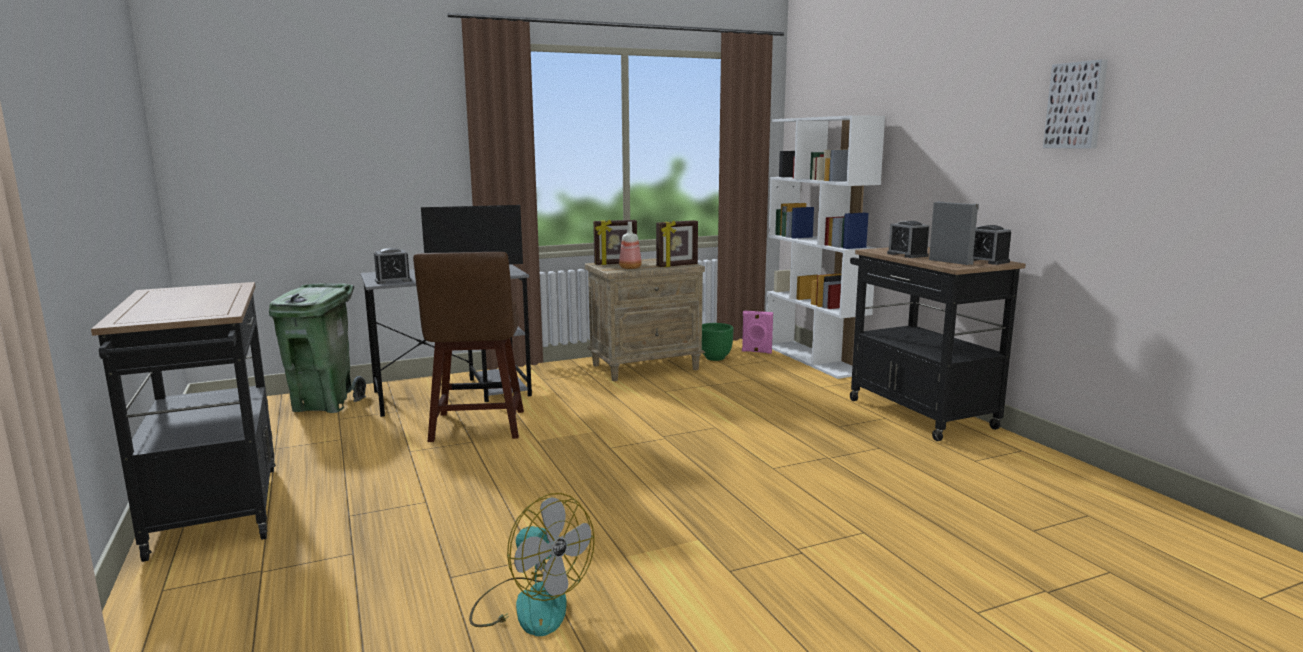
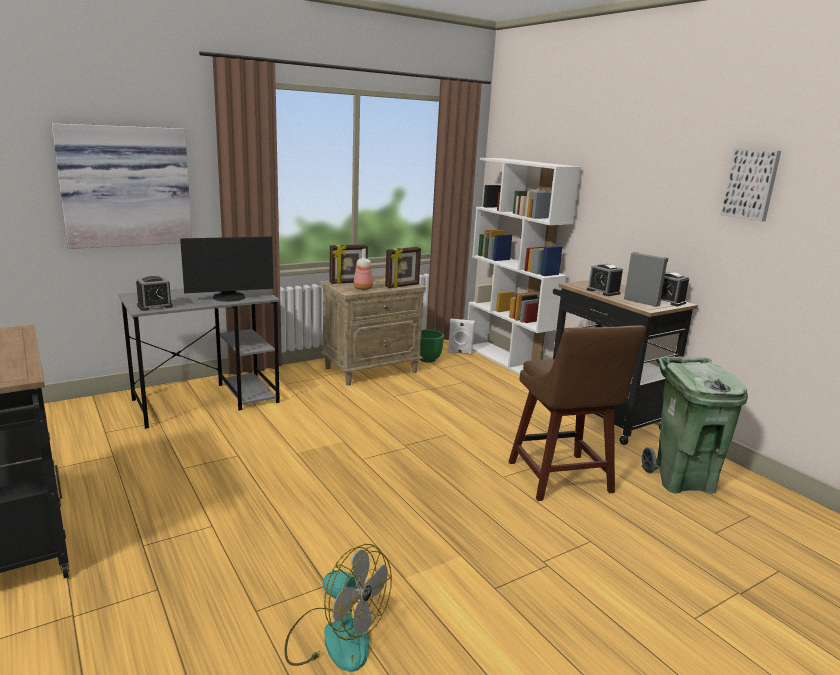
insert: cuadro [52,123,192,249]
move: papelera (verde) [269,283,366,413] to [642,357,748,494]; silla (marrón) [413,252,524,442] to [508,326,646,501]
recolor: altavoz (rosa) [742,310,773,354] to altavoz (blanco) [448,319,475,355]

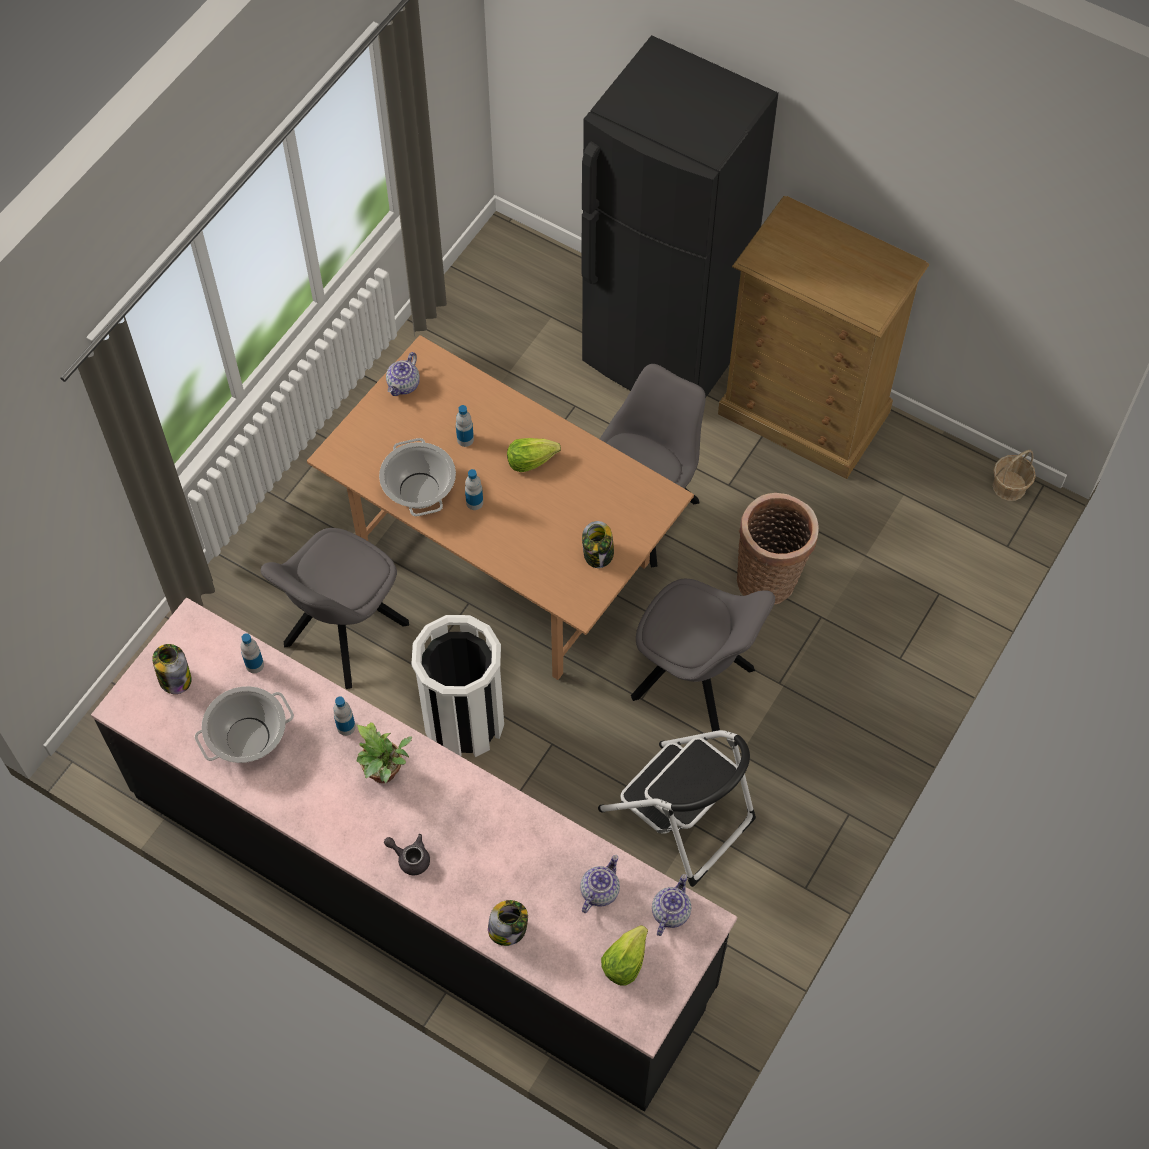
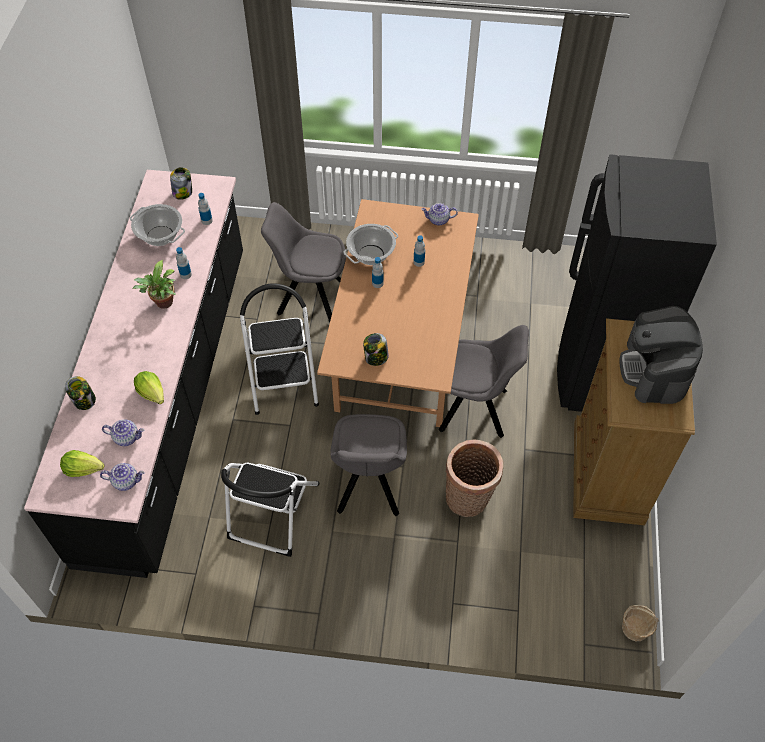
delete: tetera (gris) [384,834,430,875]
insert: cafetera [619,306,703,404]
move: lechuga [507,438,561,472] to [134,371,164,404]
replace: papelera (blanco) [412,615,504,757] to escalera de tijera [240,283,319,415]

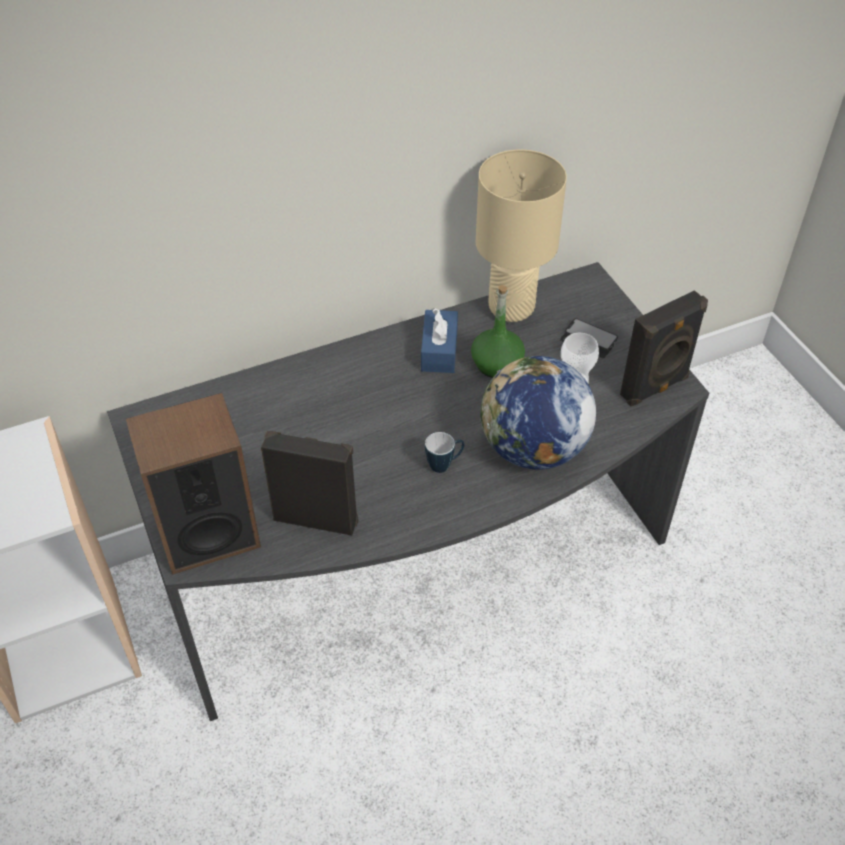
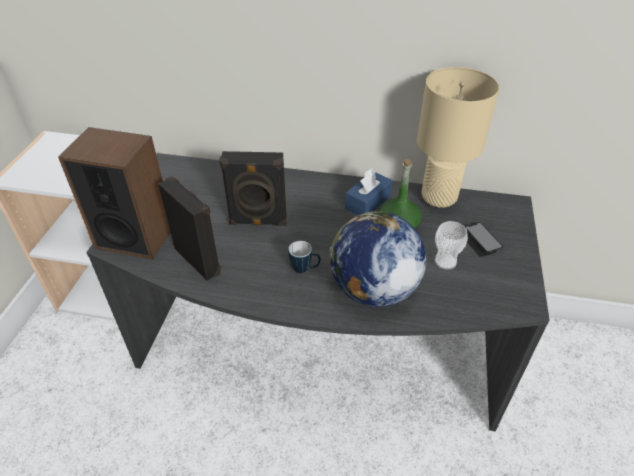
move: altavoz (negro) [620,290,708,406] to [219,151,287,226]

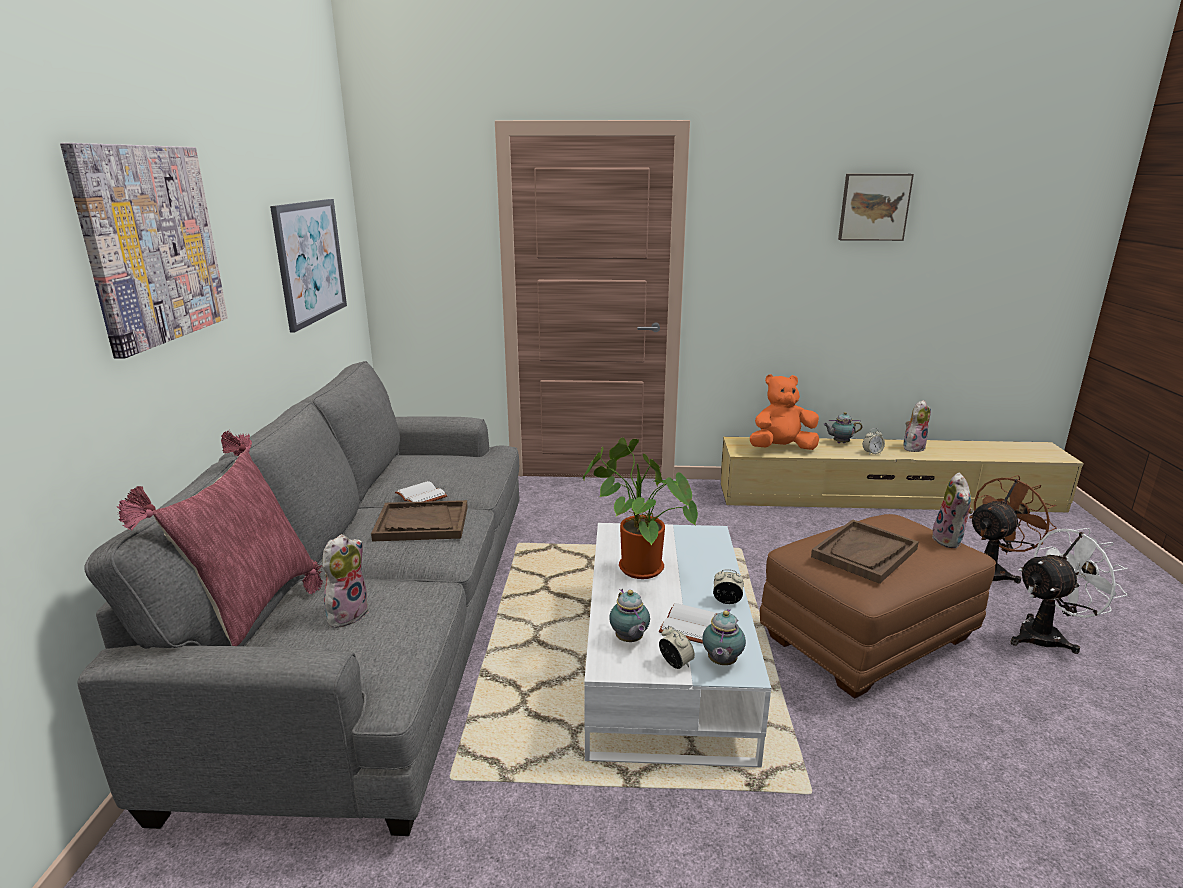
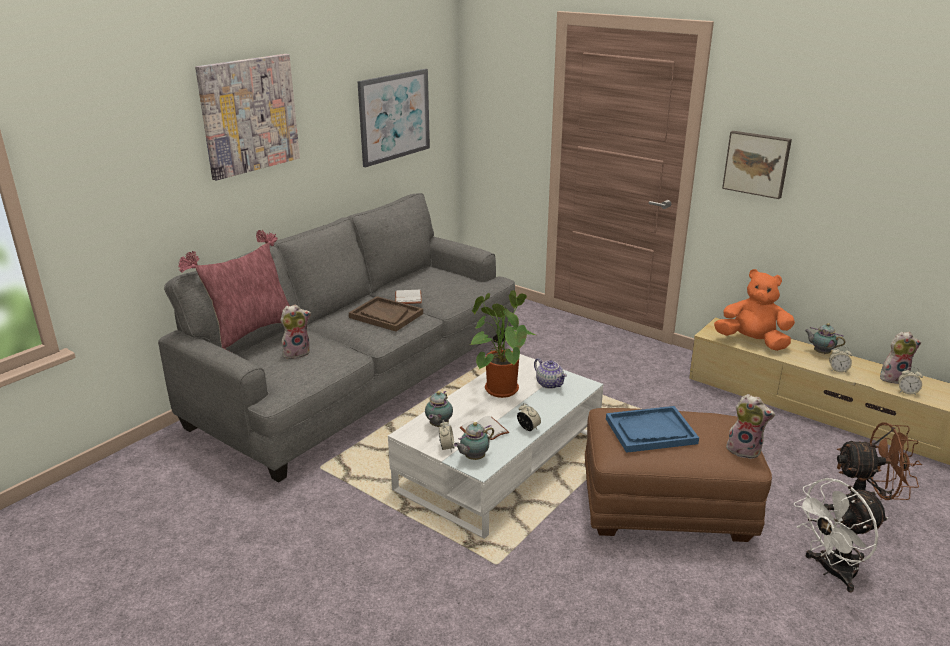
insert: tetera [534,358,567,389]; despertador [898,367,923,395]
move: cuadro [838,174,914,241] to [722,131,792,199]
recolor: bandeja (marrón) [811,519,919,584] to bandeja (azul) [606,406,699,453]
rotate: peluche [932,473,973,548] = [726,394,775,459] 105 degrees counterclockwise; ventilador (blanco) [1010,528,1128,654] = [794,478,888,593] 135 degrees clockwise

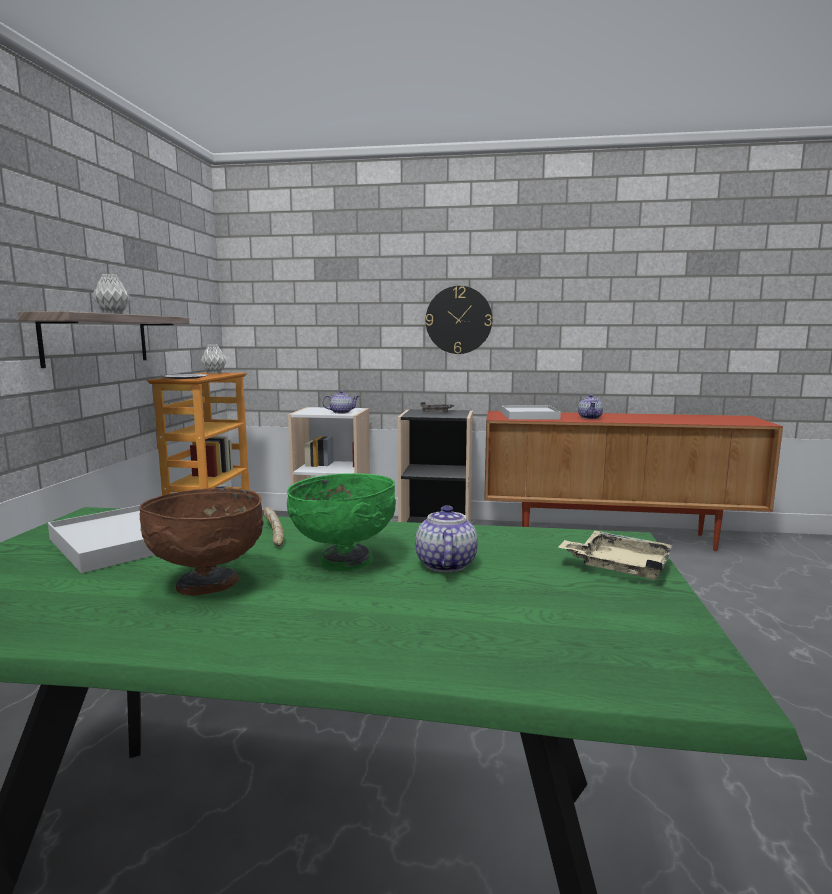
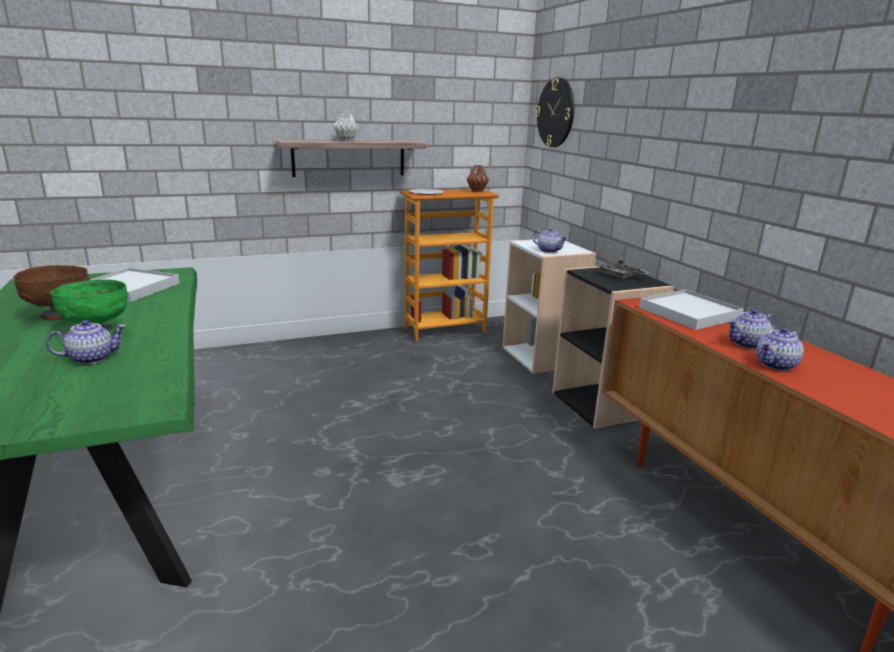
delete: pan [263,507,284,547]; bandeja (beis) [558,531,672,580]
insert: tetera [756,327,804,371]
move: reloj de pared [426,286,492,354] to [535,77,574,147]
recolor: florero (gris) [200,345,227,374] to florero (marrón) [467,165,489,192]

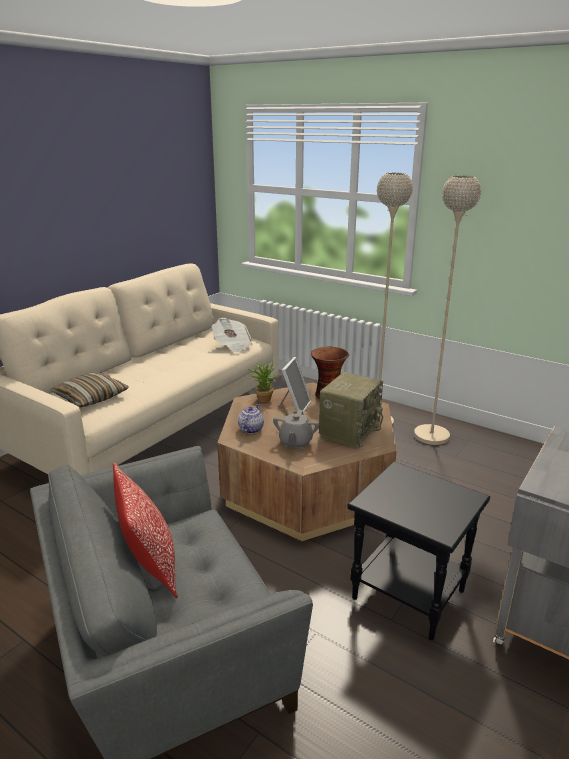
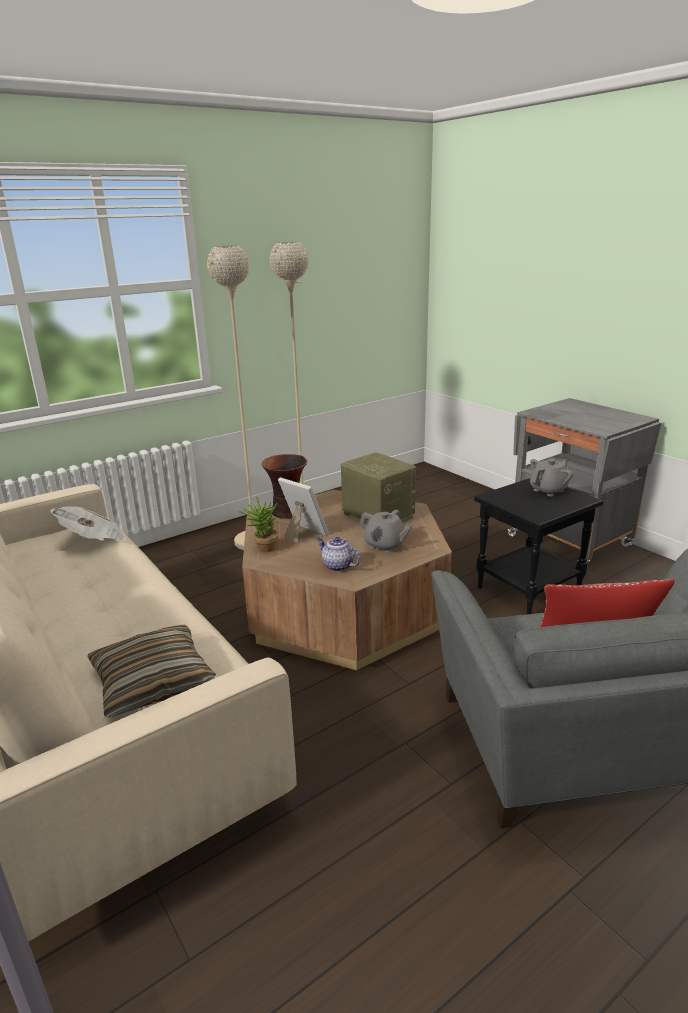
insert: tetera (gris) [530,459,573,496]

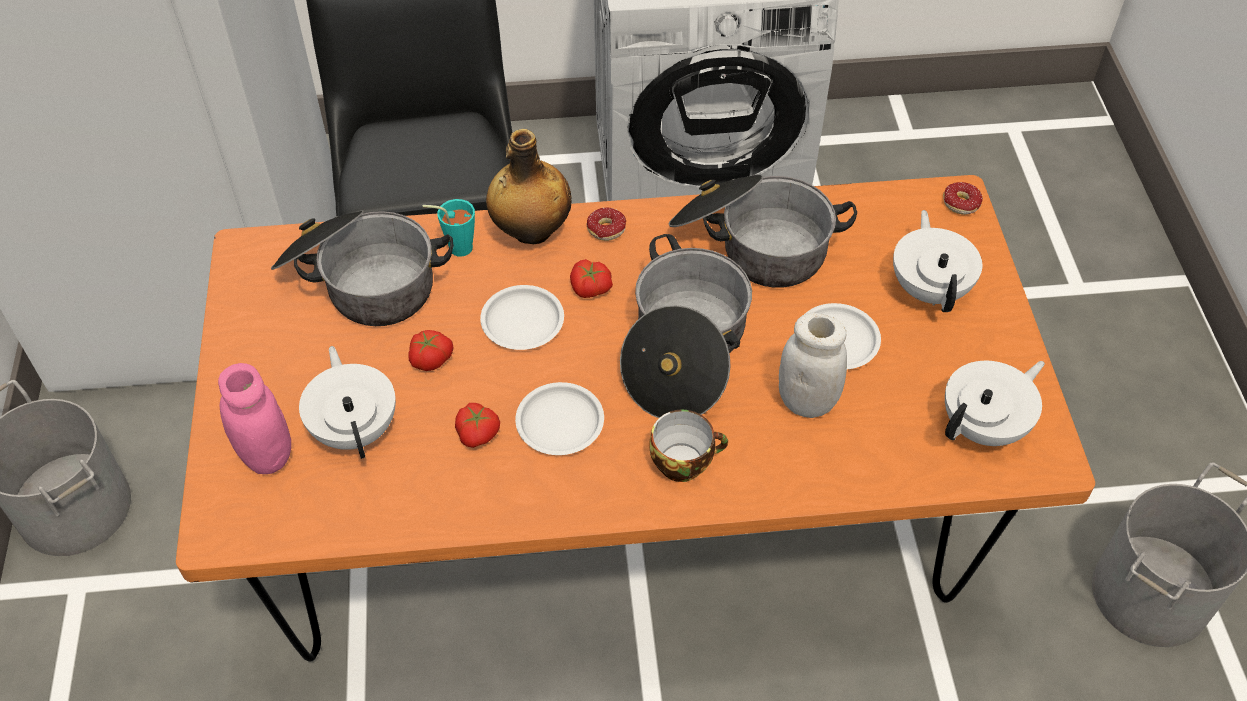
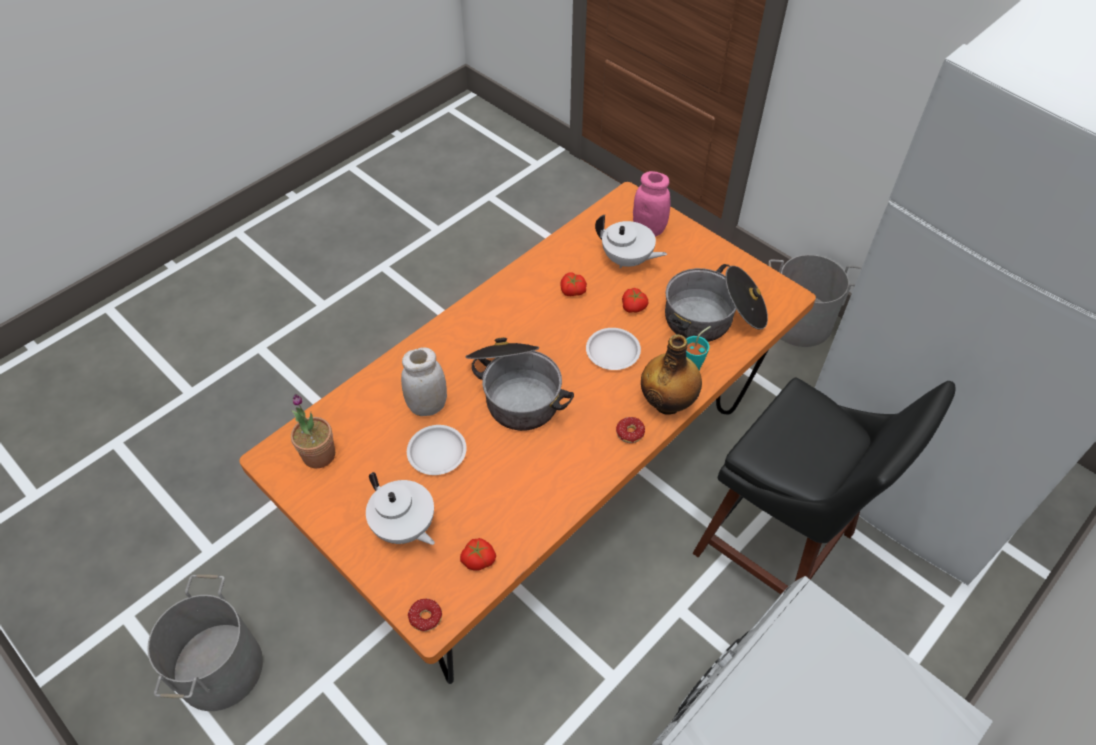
delete: plato (blanco) [515,382,604,455]; taza [649,409,728,482]; olla [669,174,857,288]
move: tomate [570,259,613,298] to [460,538,496,570]
replace: tetera (blanco) [945,361,1045,446] to planta en maceta [291,394,335,468]

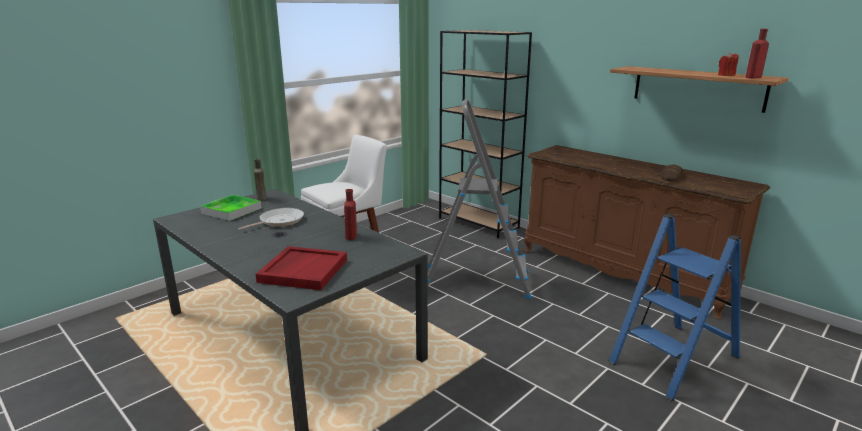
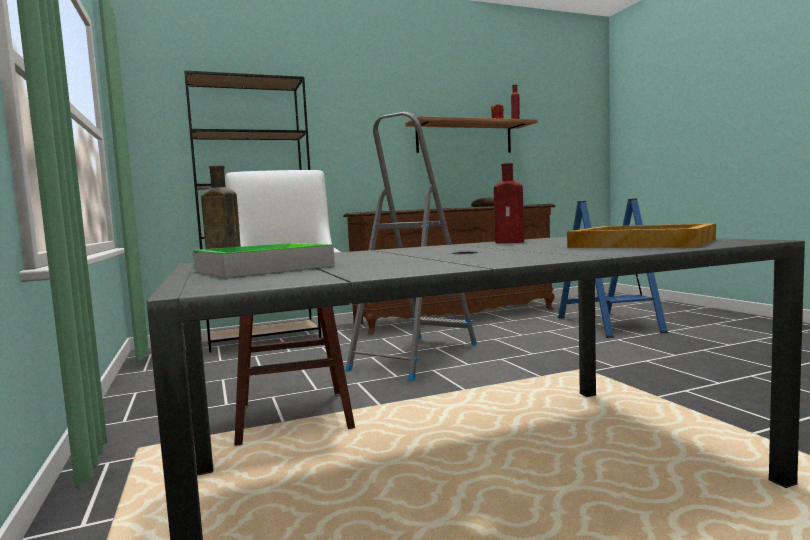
delete: sartén [238,208,304,230]
recolor: bandeja (rojo) [256,246,347,290] to bandeja (beis) [567,223,716,248]

